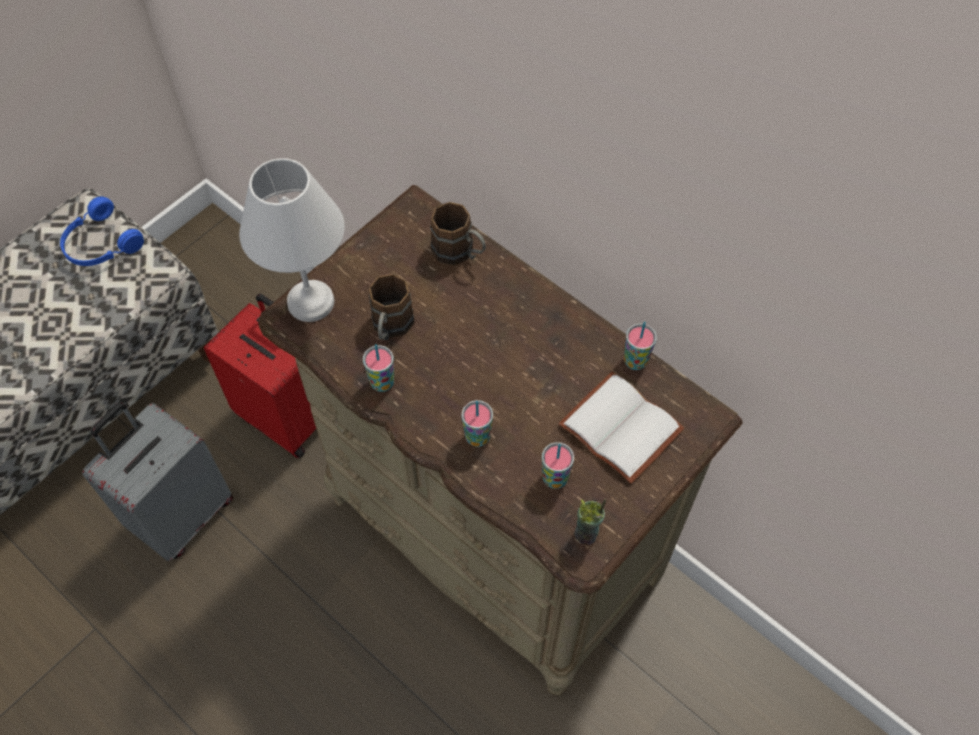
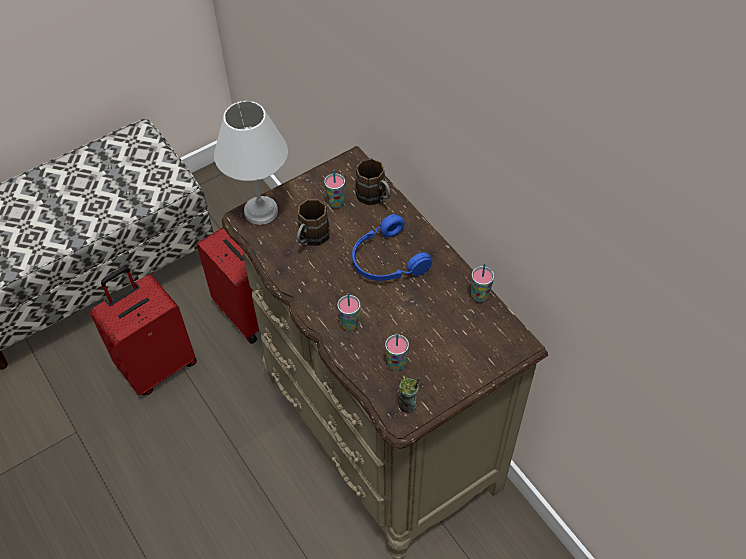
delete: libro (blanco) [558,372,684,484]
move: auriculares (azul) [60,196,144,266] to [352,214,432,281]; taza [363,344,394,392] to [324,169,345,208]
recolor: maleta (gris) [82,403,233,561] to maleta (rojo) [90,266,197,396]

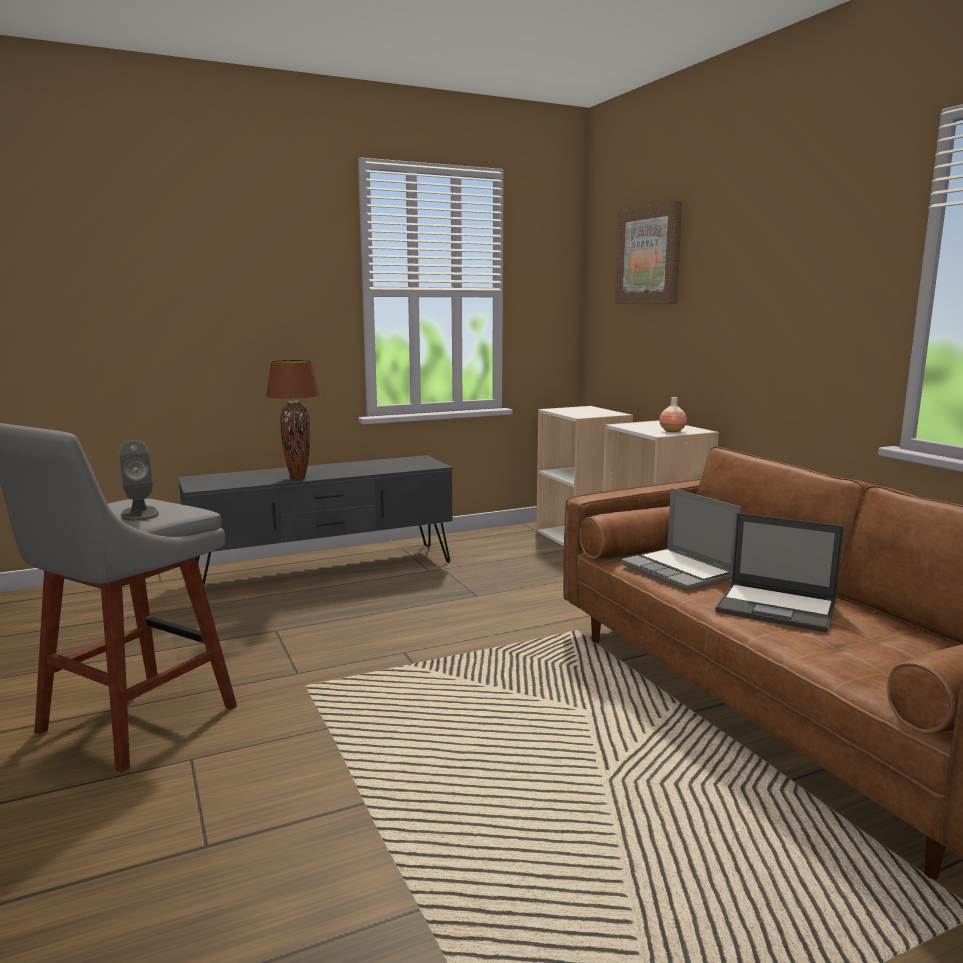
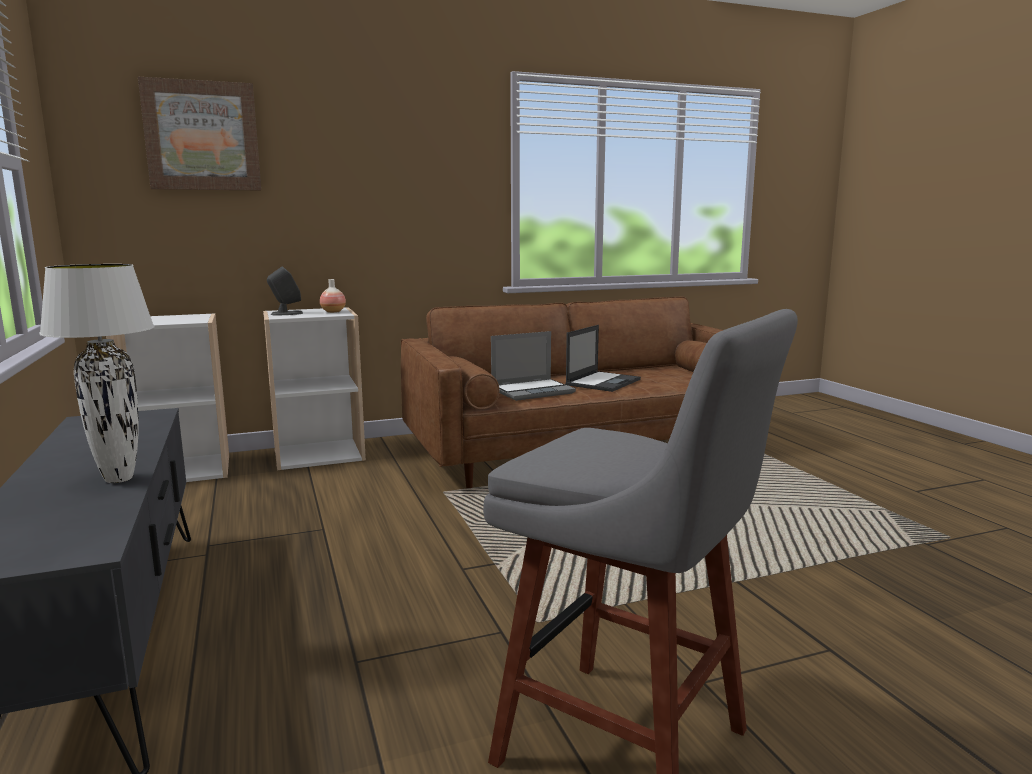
move: altavoz (gris) [119,440,159,521] to [267,266,303,315]
recolor: lámpara de mesa (marrón) [266,360,321,479] to lámpara de mesa (blanco) [39,264,154,483]

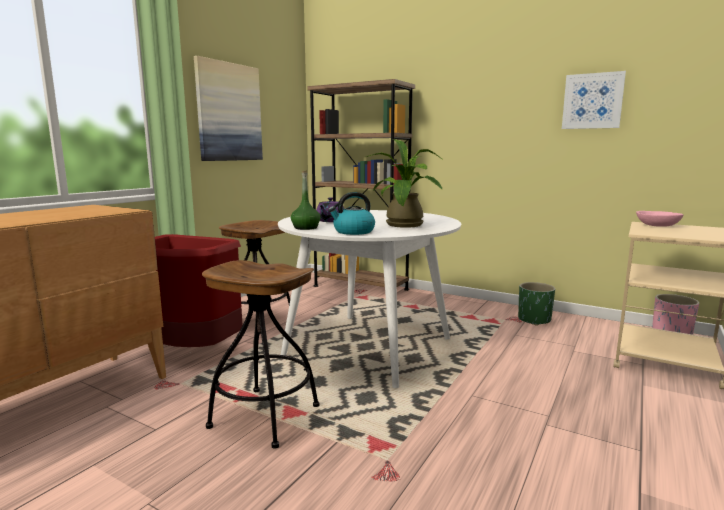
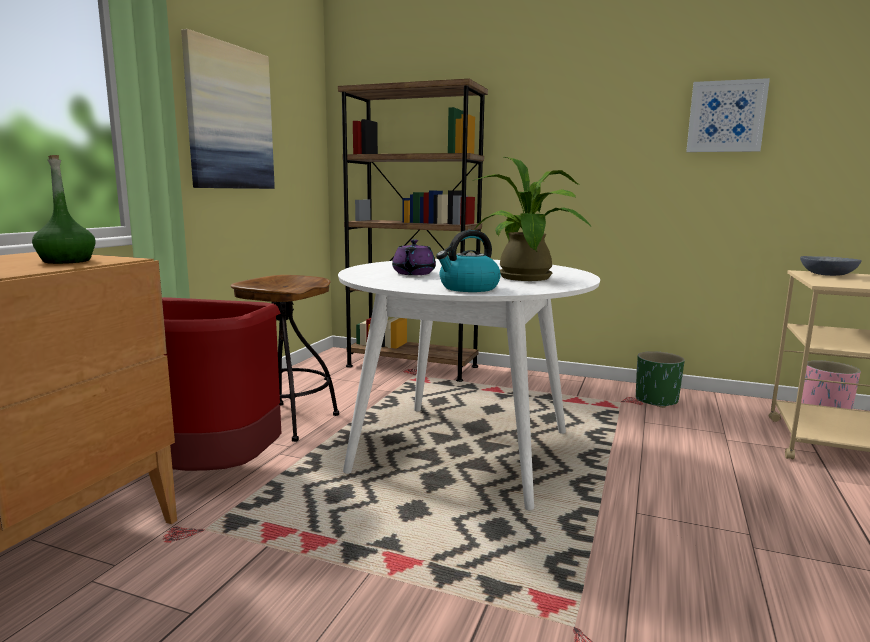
delete: taburete (marrón) [202,260,320,449]
move: botella (verde) [291,171,321,230] to [32,155,96,264]
recolor: cuenco (rosa) [636,211,683,227] to cuenco (gris) [800,256,861,276]

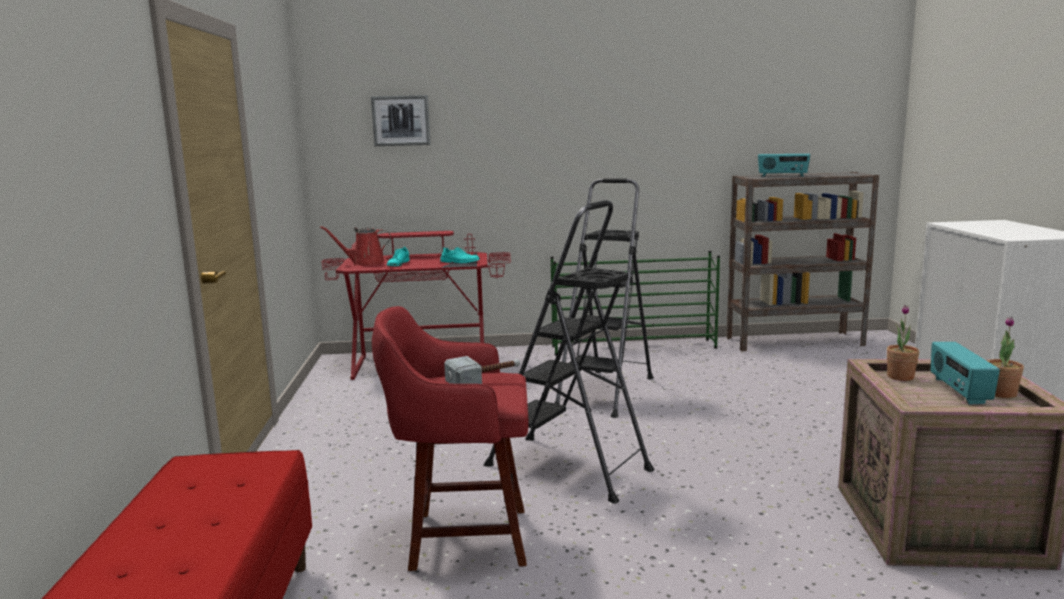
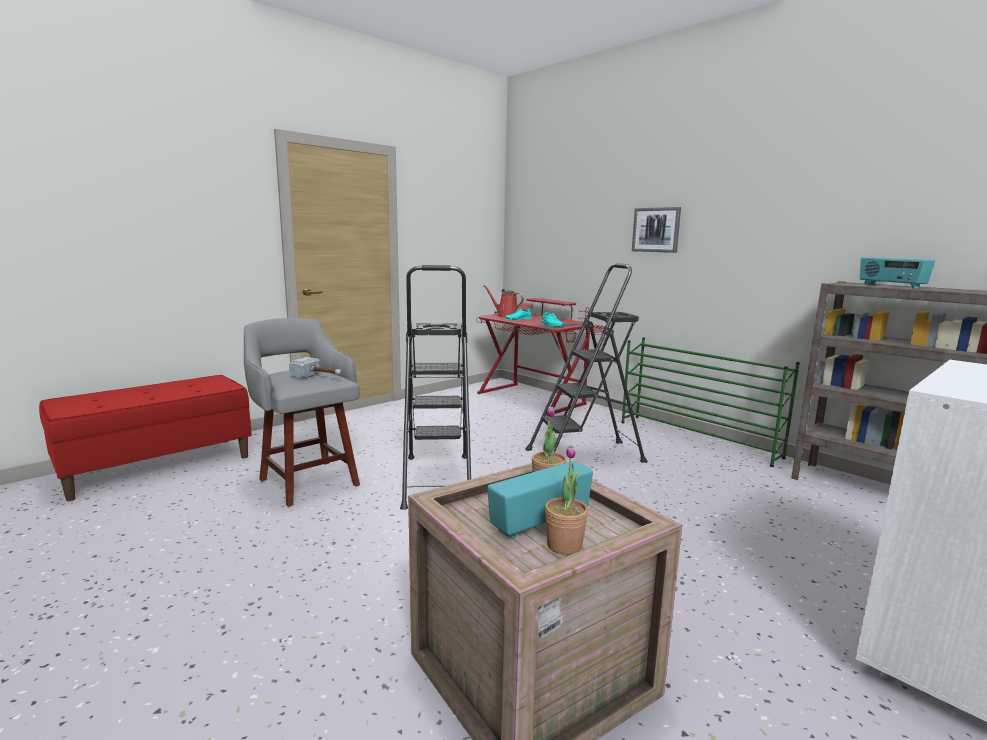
move: cuadro [371,95,431,146] to [632,207,681,253]
recolor: taburete (rojo) [372,306,529,571] to taburete (gris) [244,318,360,507]

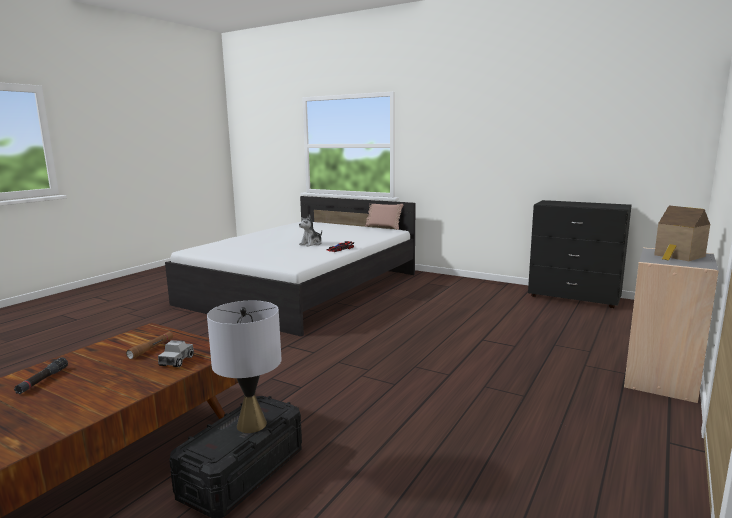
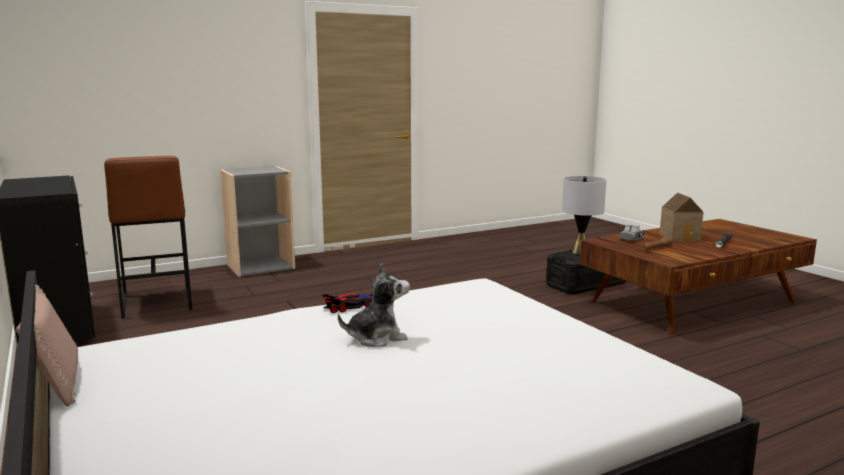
insert: taburete (marrón) [104,156,192,318]
move: casita [654,205,710,261] to [659,192,705,242]

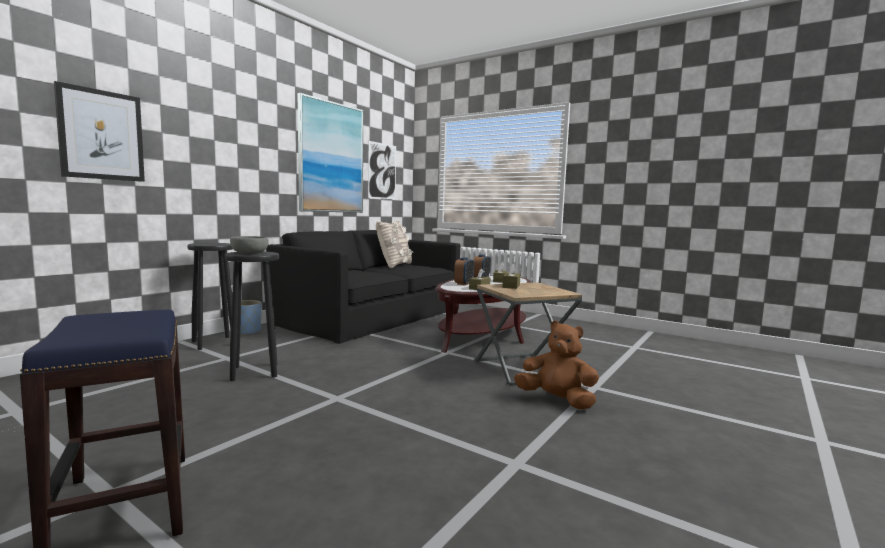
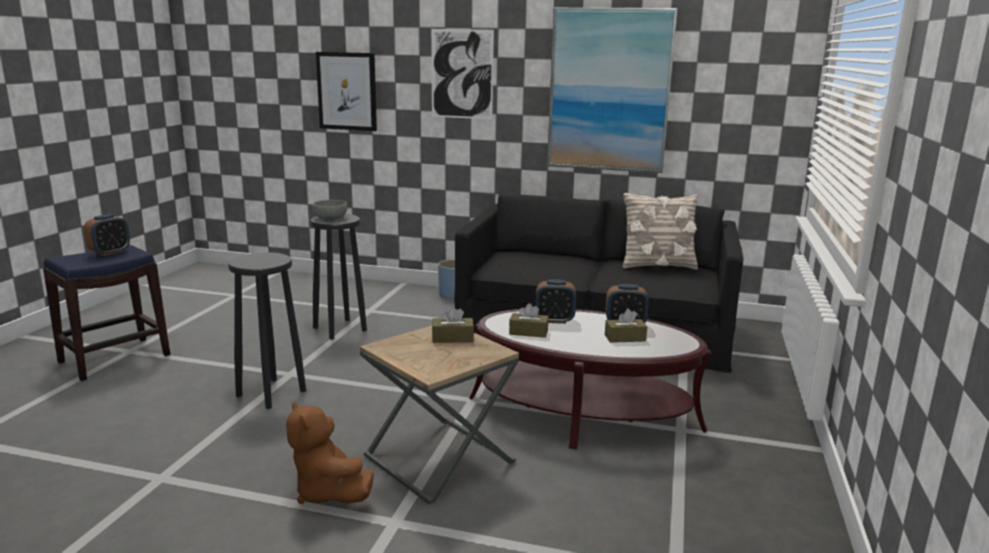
insert: despertador [84,214,130,256]
move: taburete (negro) [187,243,233,350] to [228,252,306,409]; cuadro [368,141,396,199] to [431,29,494,119]
rotate: peluche (marrón) [514,321,599,409] = [286,401,374,504] 135 degrees clockwise

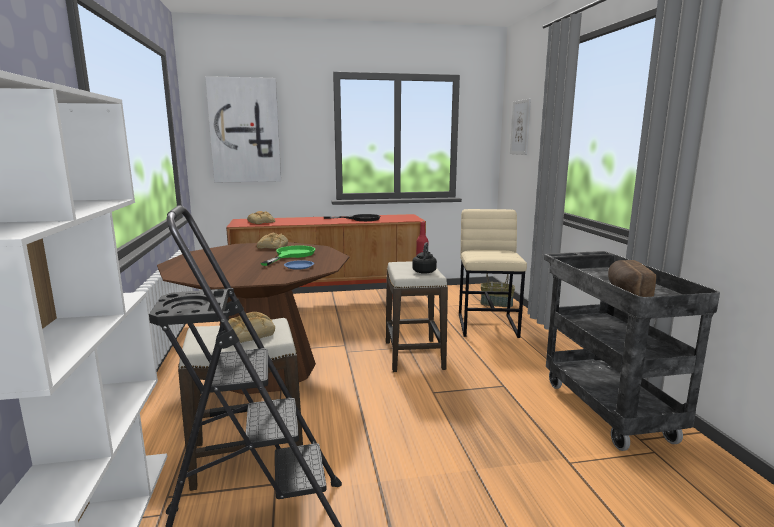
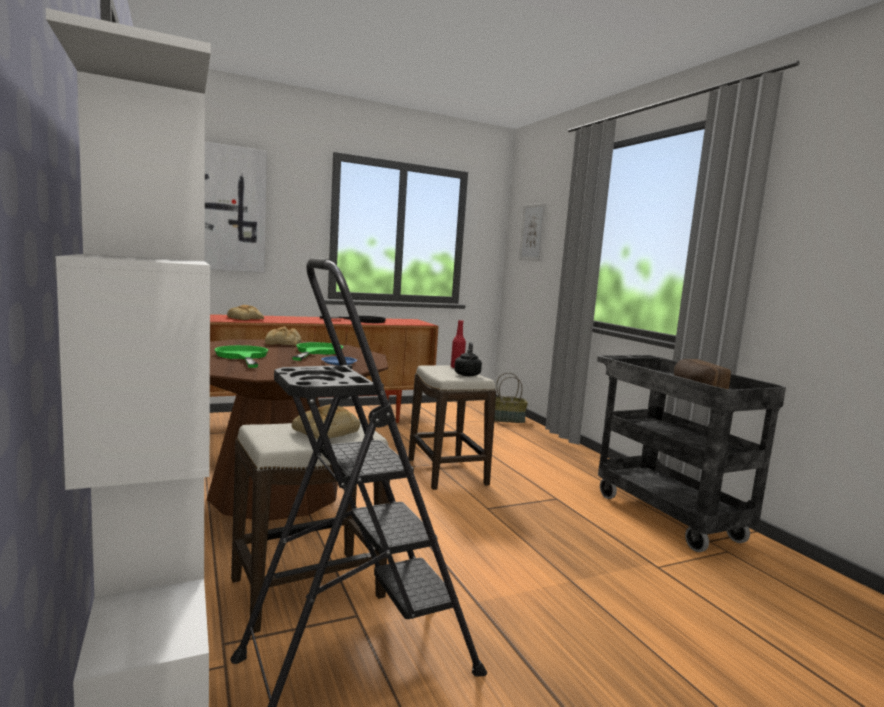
delete: taburete (beis) [459,209,527,338]
insert: sartén (verde) [215,345,268,368]

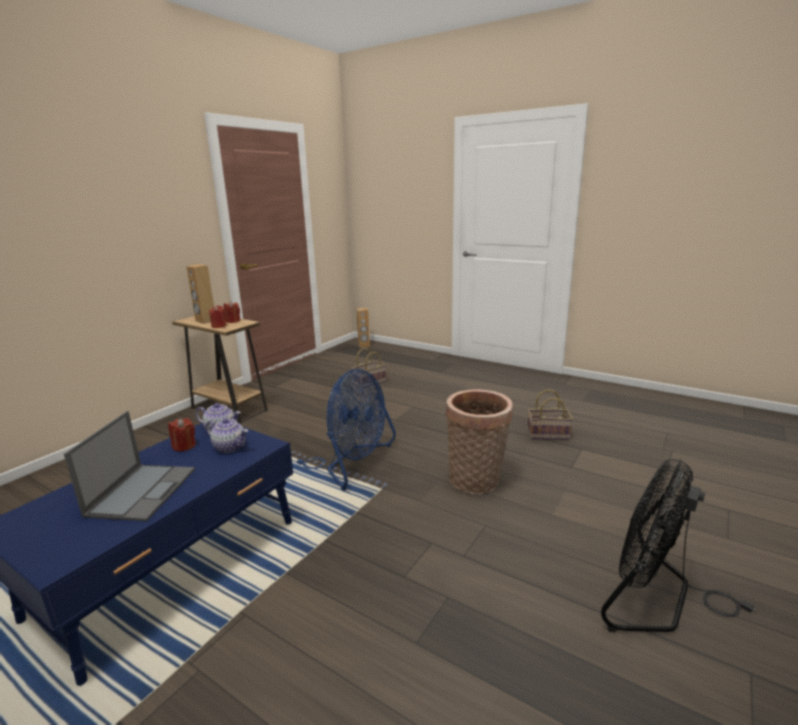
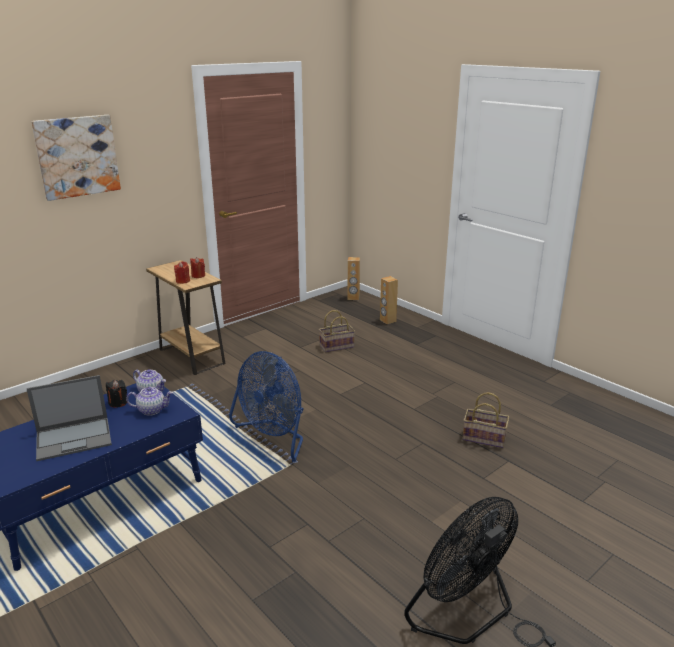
delete: cesta [445,389,513,494]
insert: cuadro [31,115,121,201]
move: altavoz (marrón) [186,264,214,324] to [380,276,398,324]
recolor: vela (rojo) [168,418,196,451] to vela (negro) [106,380,127,408]
rotate: portátil [64,411,195,521] = [27,375,112,461] 45 degrees clockwise; tetera [206,418,248,453] = [126,387,173,416] 45 degrees counterclockwise; ventilador (azul) [297,369,396,491] = [229,351,304,462] 90 degrees clockwise

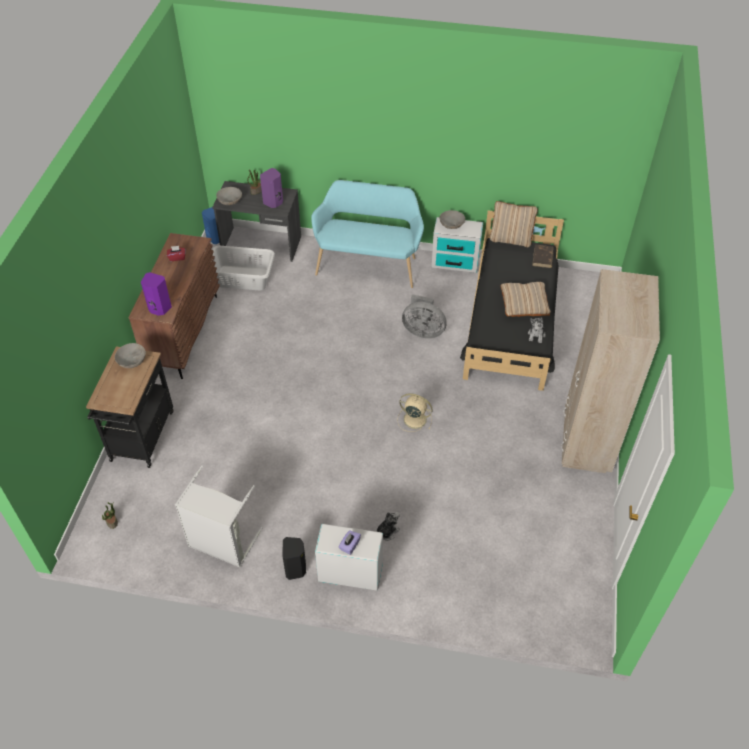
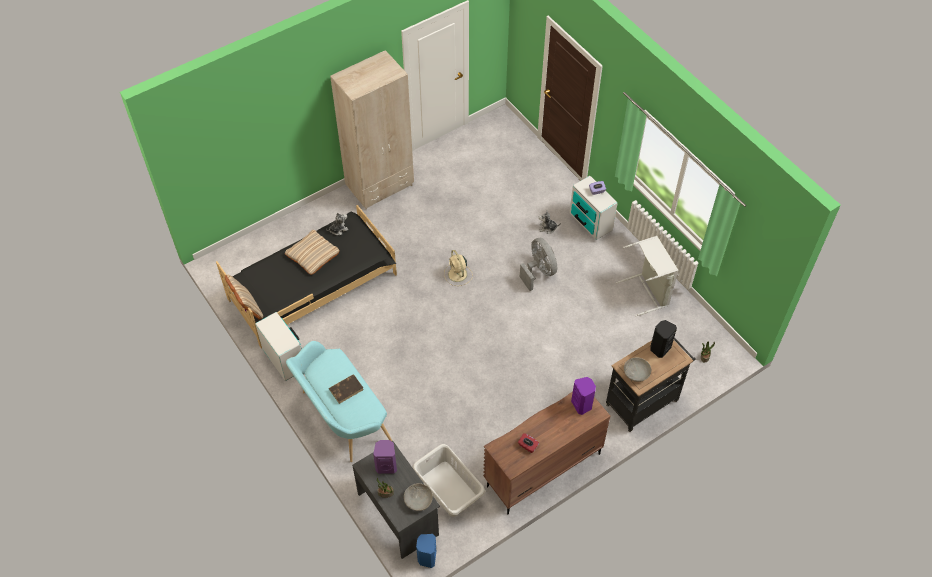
delete: cuenco (gris) [440,210,465,229]
move: altavoz (negro) [283,537,306,580] to [650,320,677,358]; ventilador (gris) [402,294,447,339] to [520,238,557,291]; libro (marrón) [532,244,554,268] to [329,374,364,404]

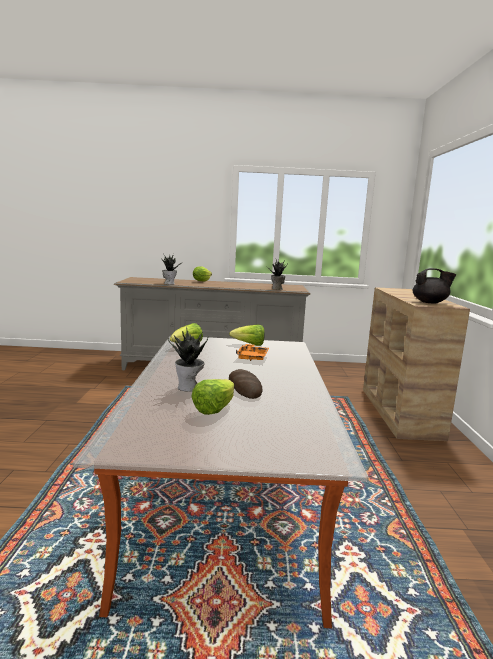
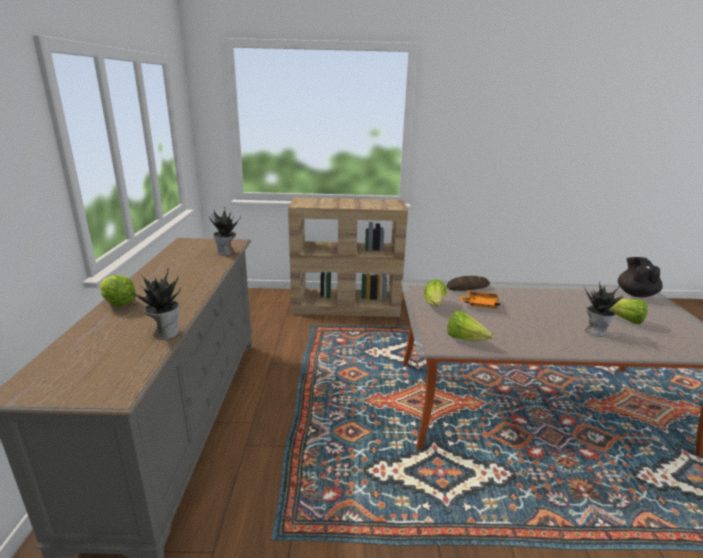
move: pan [229,369,262,399] to [446,276,490,291]; tetera (negro) [413,268,456,304] to [618,257,663,297]

